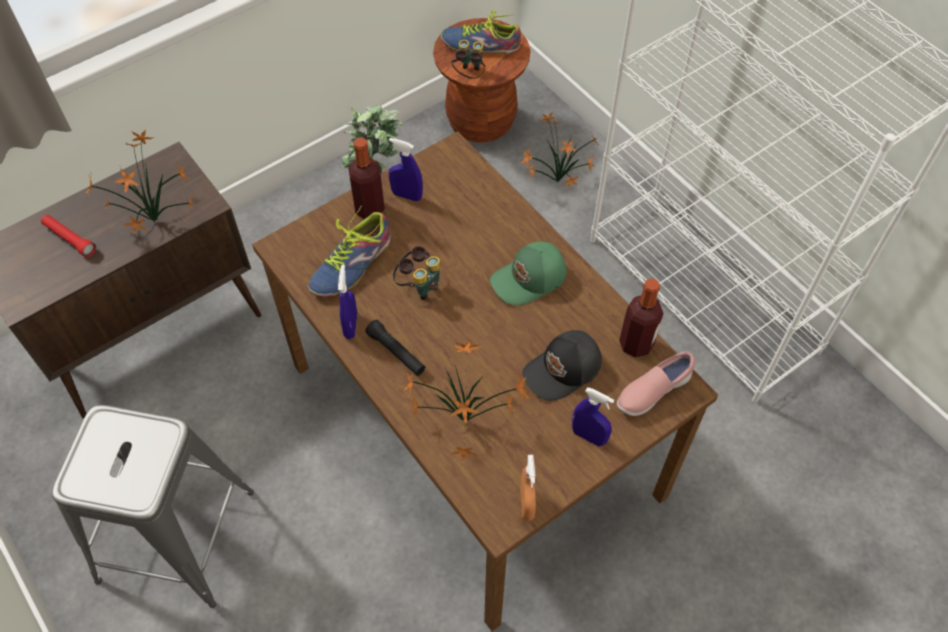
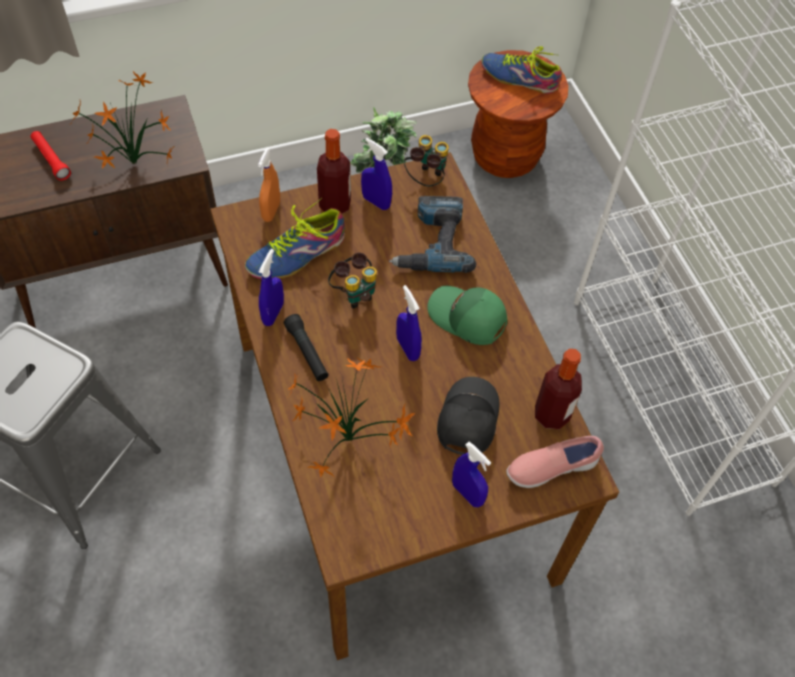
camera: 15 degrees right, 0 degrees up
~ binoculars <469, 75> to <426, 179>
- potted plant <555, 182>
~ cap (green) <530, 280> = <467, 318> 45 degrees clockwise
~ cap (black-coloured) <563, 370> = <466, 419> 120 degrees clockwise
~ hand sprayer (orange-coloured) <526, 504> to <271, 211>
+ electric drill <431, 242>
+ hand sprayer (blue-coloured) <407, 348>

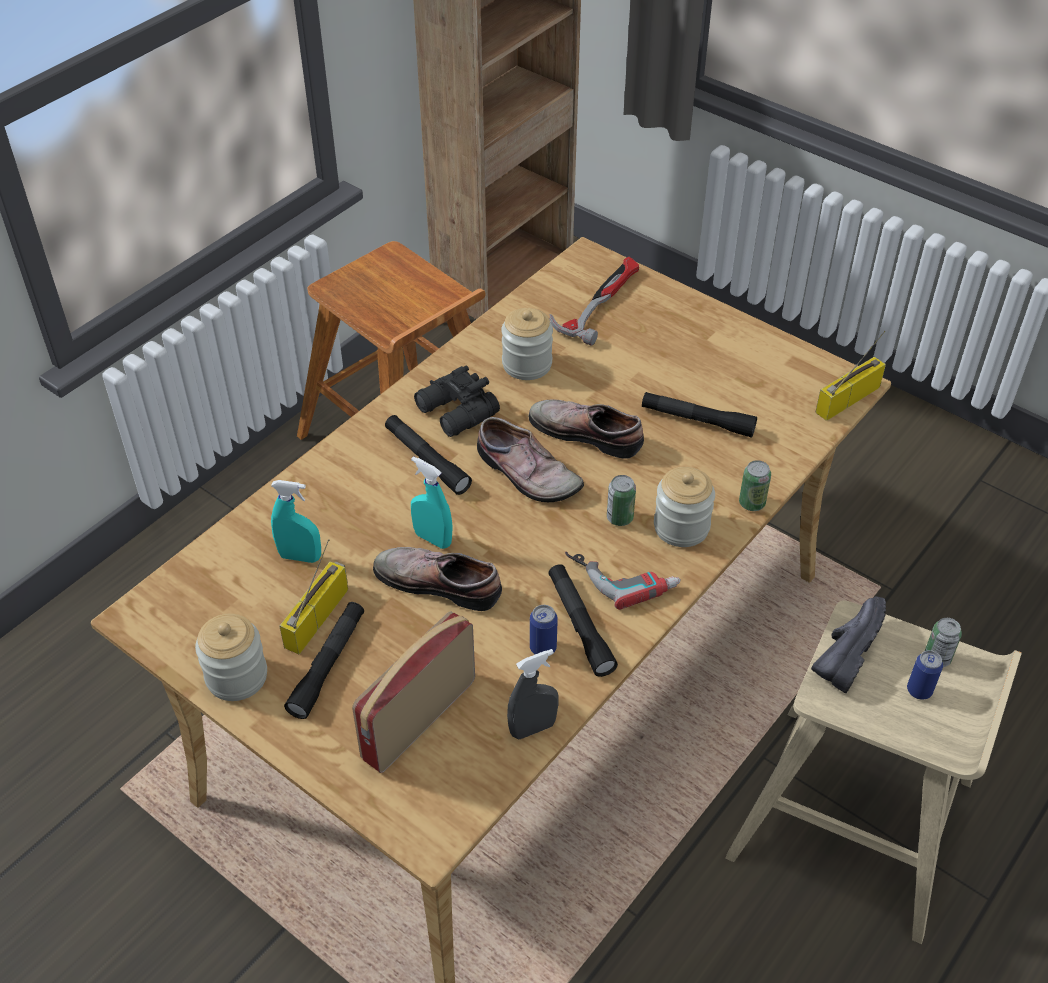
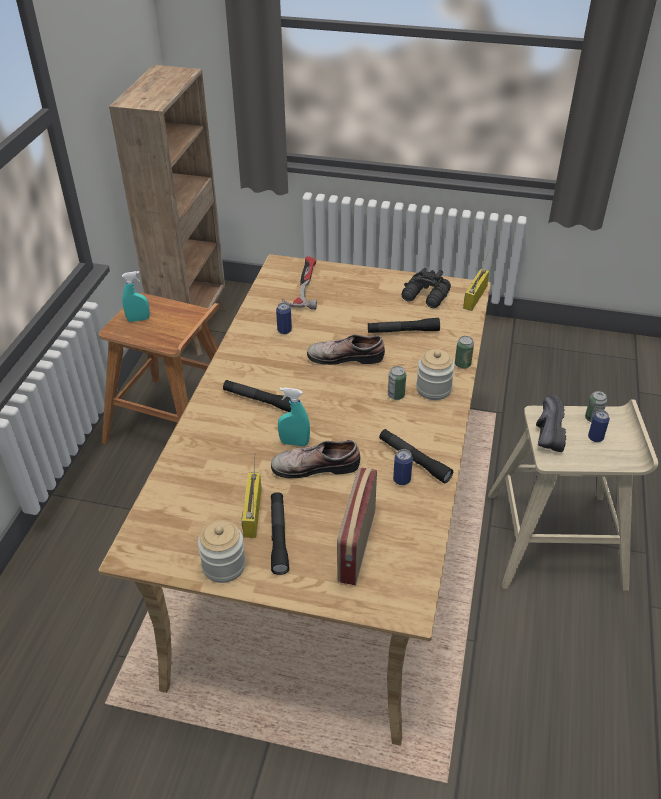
camera: 25 degrees left, 5 degrees down
~ storage jar <527, 364> to sealed can <284, 330>
~ binoculars (black-coloured) <456, 413> to <426, 297>
- item of footwear <525, 474>
~ hand sprayer (turquoise) <300, 557> to <138, 319>
- electric drill <623, 574>
- hand sprayer (gray) <532, 728>

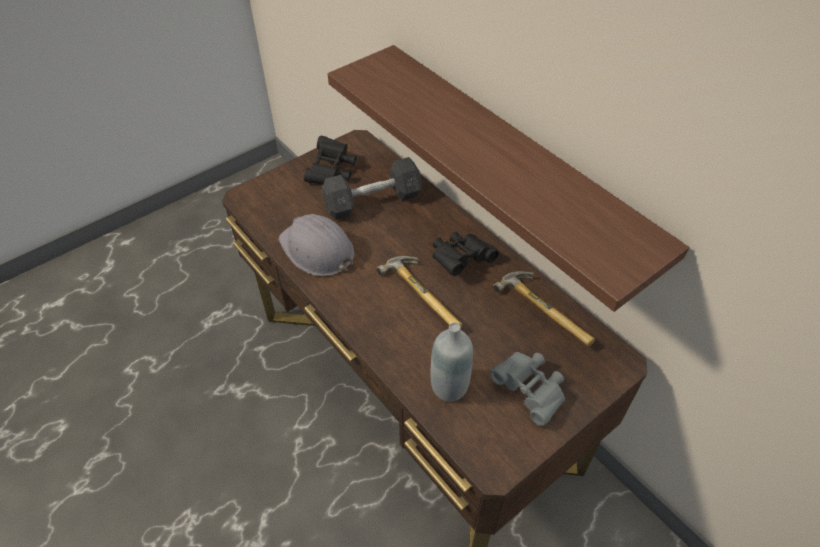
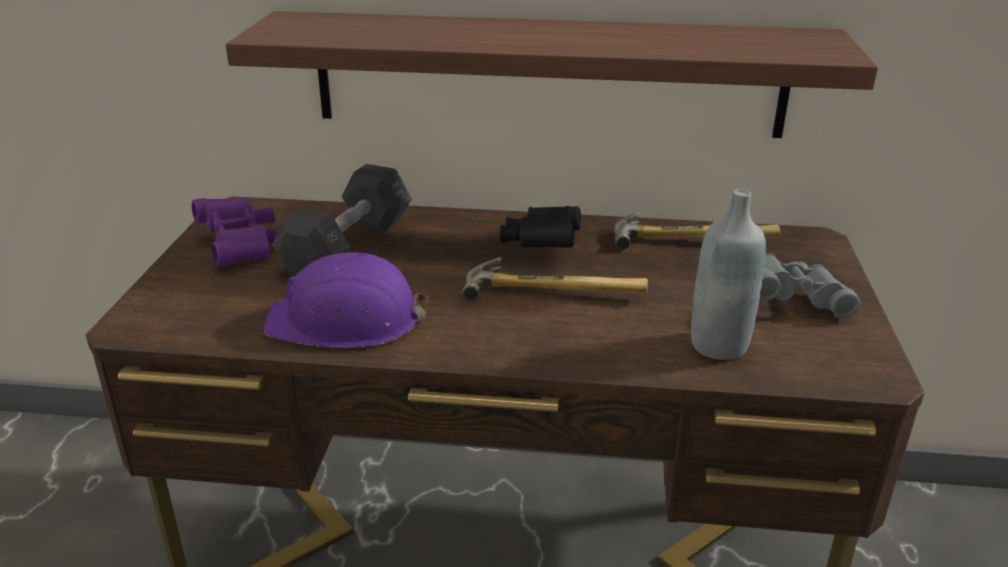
camera: 45 degrees left, 20 degrees down
~ binoculars (black-coloured) <331, 171> to binoculars (purple) <242, 246>
~ work helmet (gray) <317, 250> to work helmet (purple) <346, 321>

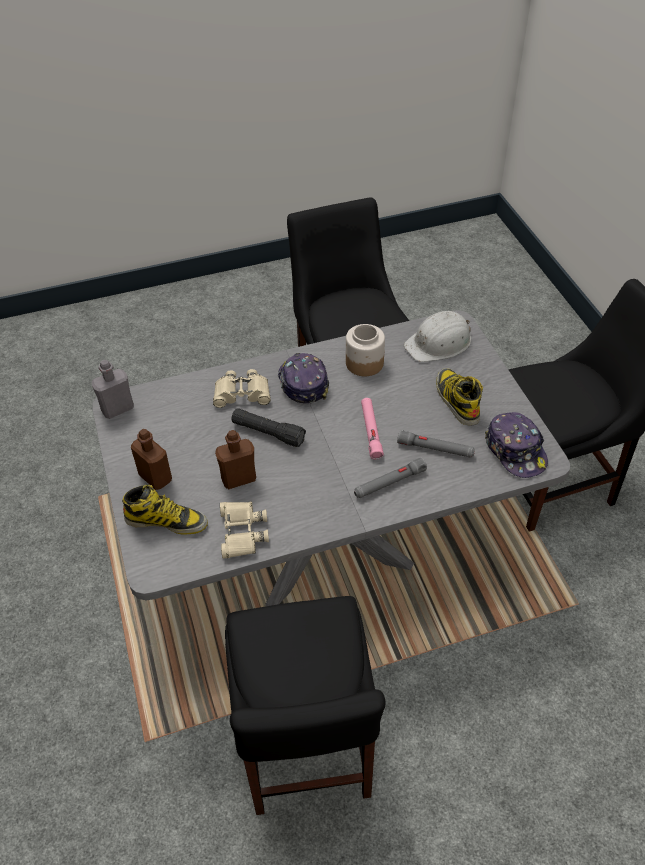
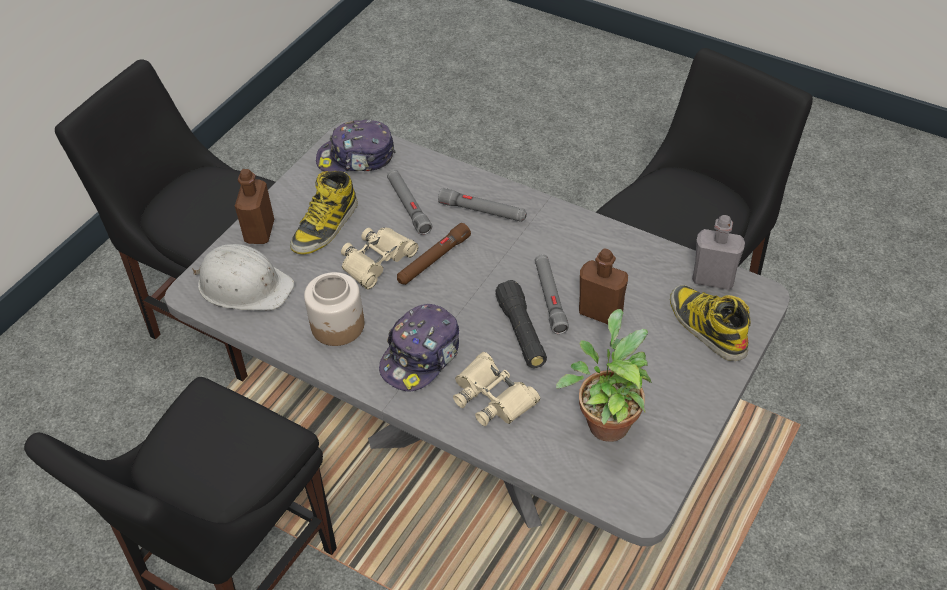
camera: 130 degrees left, 0 degrees up
~ drink bottle (gray) <118, 409> to <713, 279>
~ torch (pinkish) <371, 431> to torch (brown) <433, 260>
~ cap <515, 451> = <356, 158> 120 degrees counterclockwise
~ drink bottle (brown) <155, 477> to <259, 232>
~ binoculars (beige) <242, 532> to <377, 261>
+ torch (gray) <550, 297>
+ potted plant <606, 420>

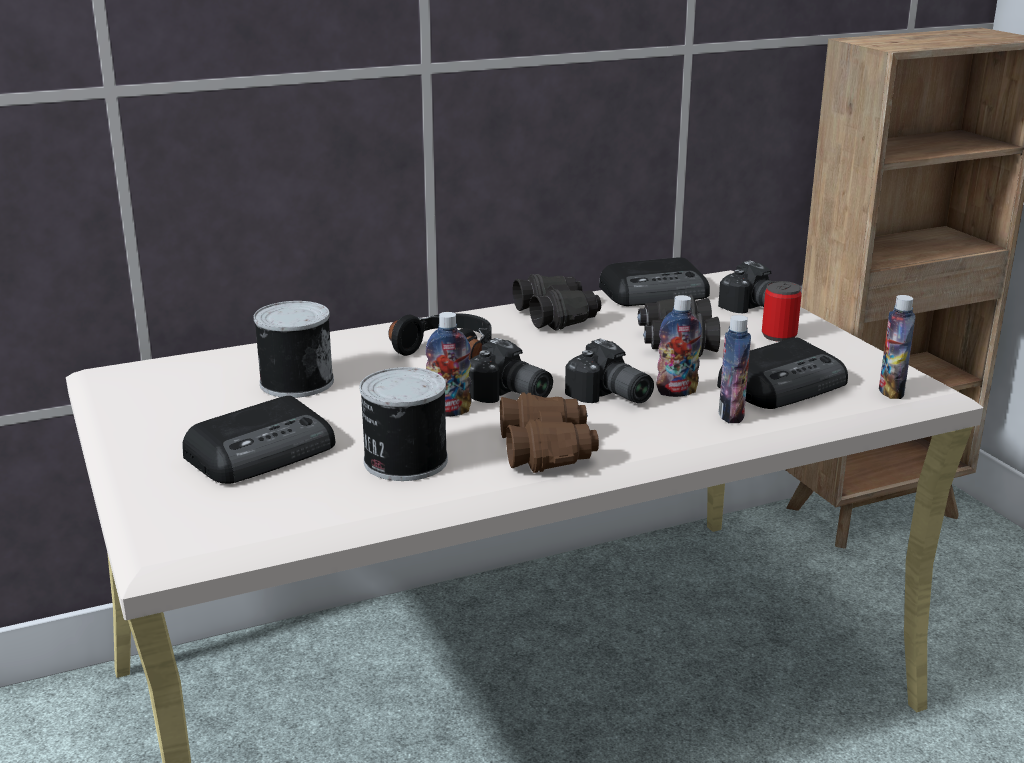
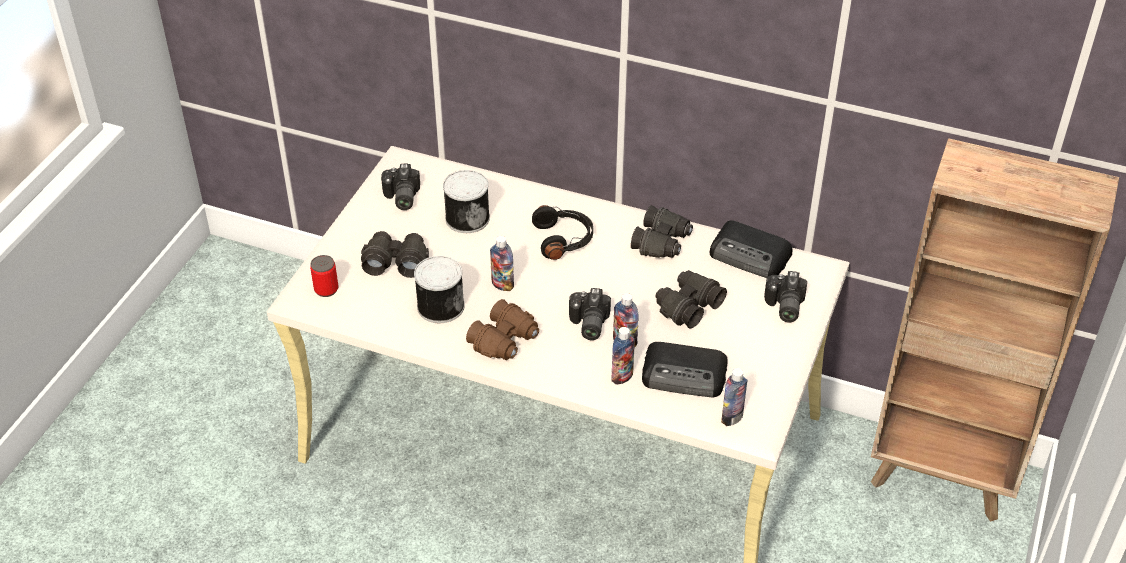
camera: 45 degrees right, 20 degrees up
~ sealed can <779, 336> to <326, 289>
~ still camera <509, 395> to <400, 198>
~ radio set <264, 452> to binoculars (black-coloured) <395, 261>

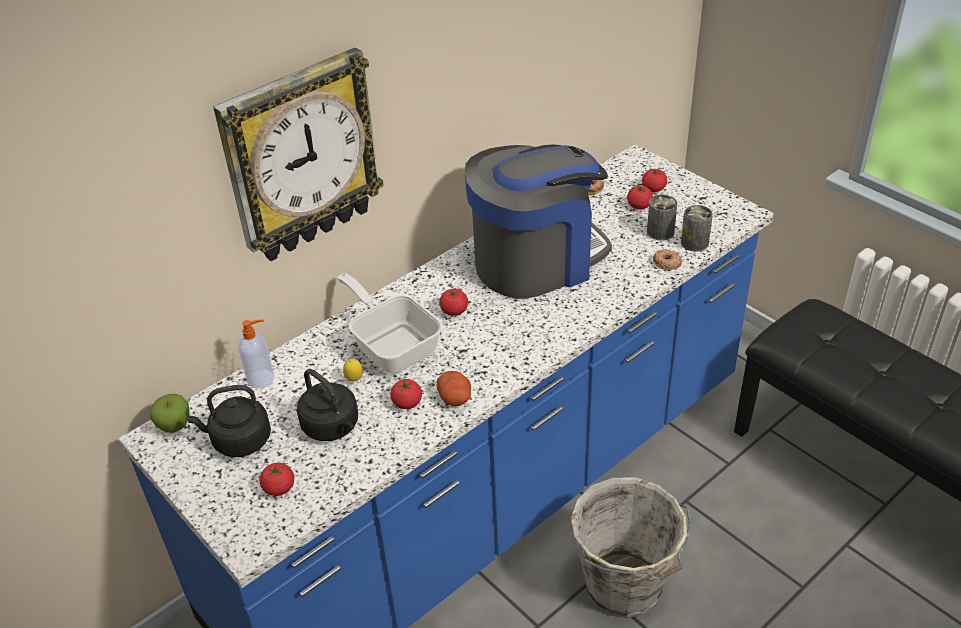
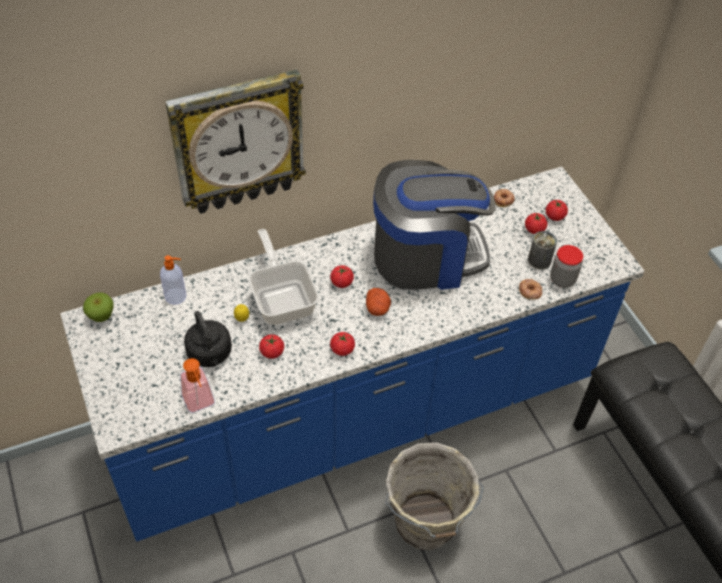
camera: 15 degrees right, 10 degrees up
~ sealed can <694, 243> to storage jar <562, 279>
~ whole potato <455, 398> to <377, 308>
- kettle (black-coloured) <239, 441>
~ whole tomato <279, 488> to <342, 349>
+ liquid soap bottle <200, 404>

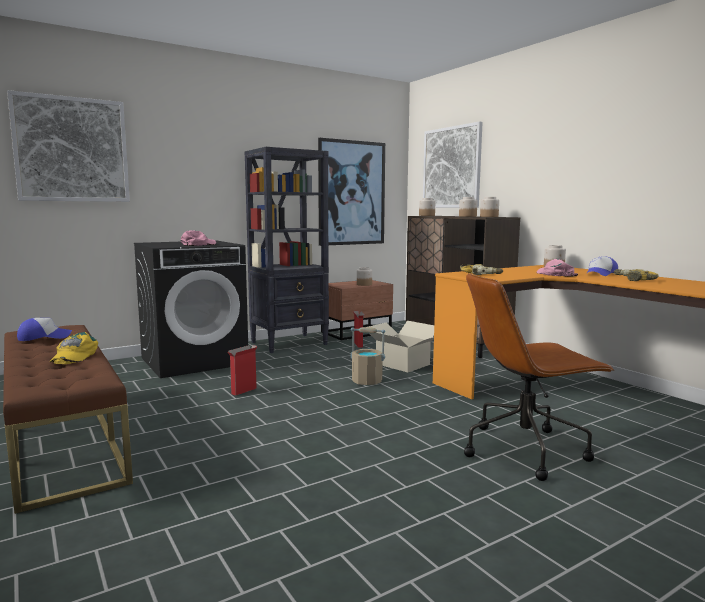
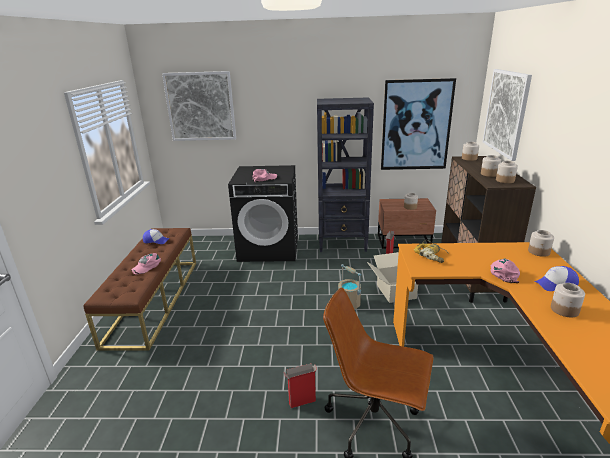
camera: 35 degrees right, 15 degrees up
~ electric drill <633, 280> to storage jar <564, 310>
~ cap (yellow-coloured) <74, 356> to cap (pinkish) <147, 266>
~ carton <243, 391> to <301, 402>

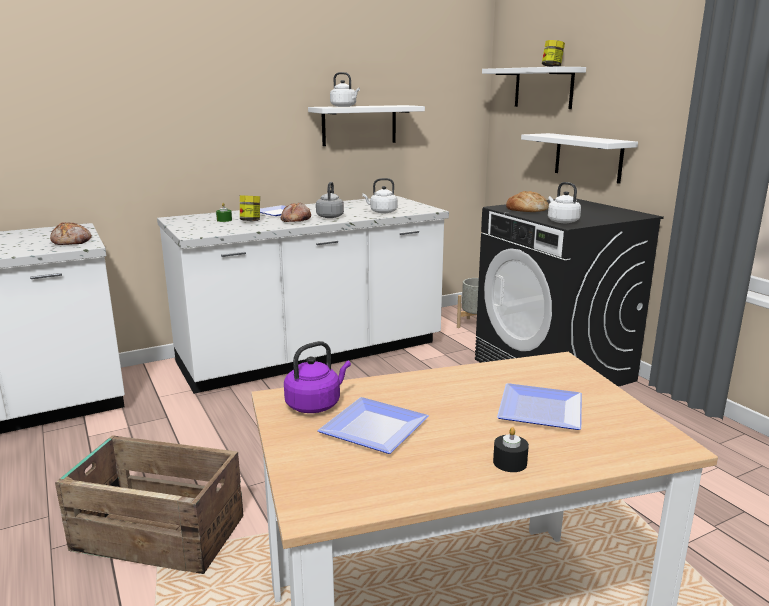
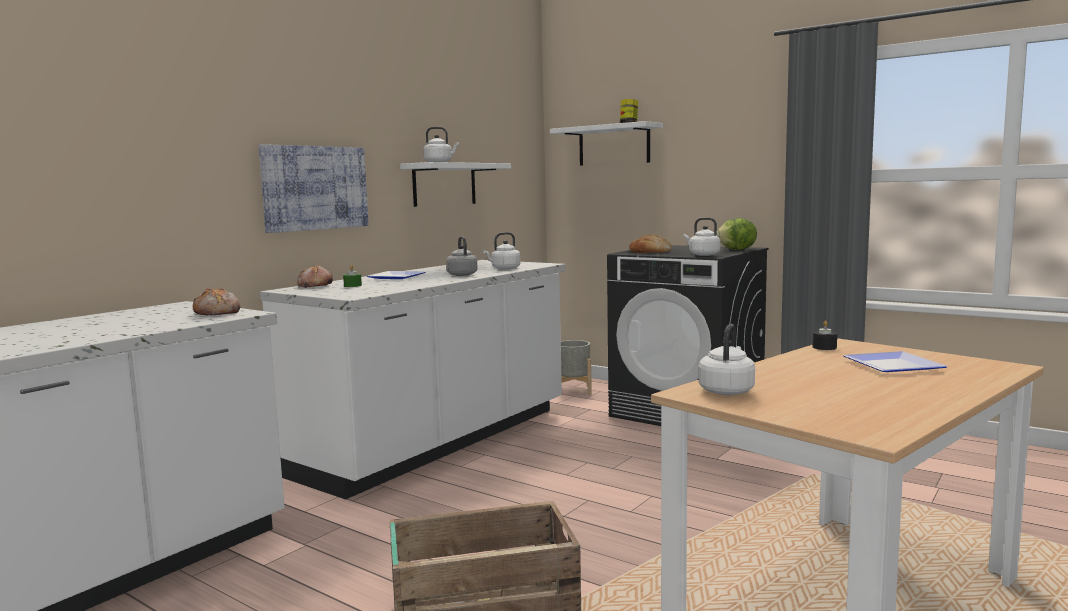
camera: 25 degrees left, 10 degrees down
- wall shelf (white) <588, 157>
- storage jar <250, 221>
~ bakery bread <295, 220> to <314, 286>
~ kettle (purple) <315, 404> to kettle (white) <727, 390>
- flat dish <375, 430>
~ wax candle (black-coloured) <510, 462> to <824, 347>
+ wall picture <315, 188>
+ lettuce head <737, 250>

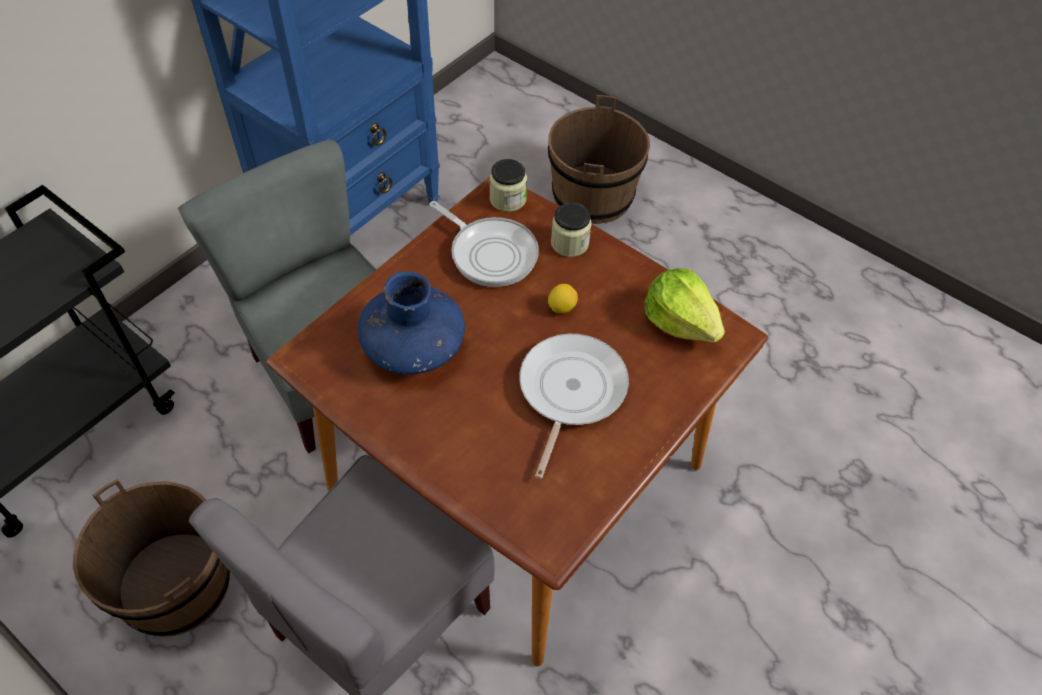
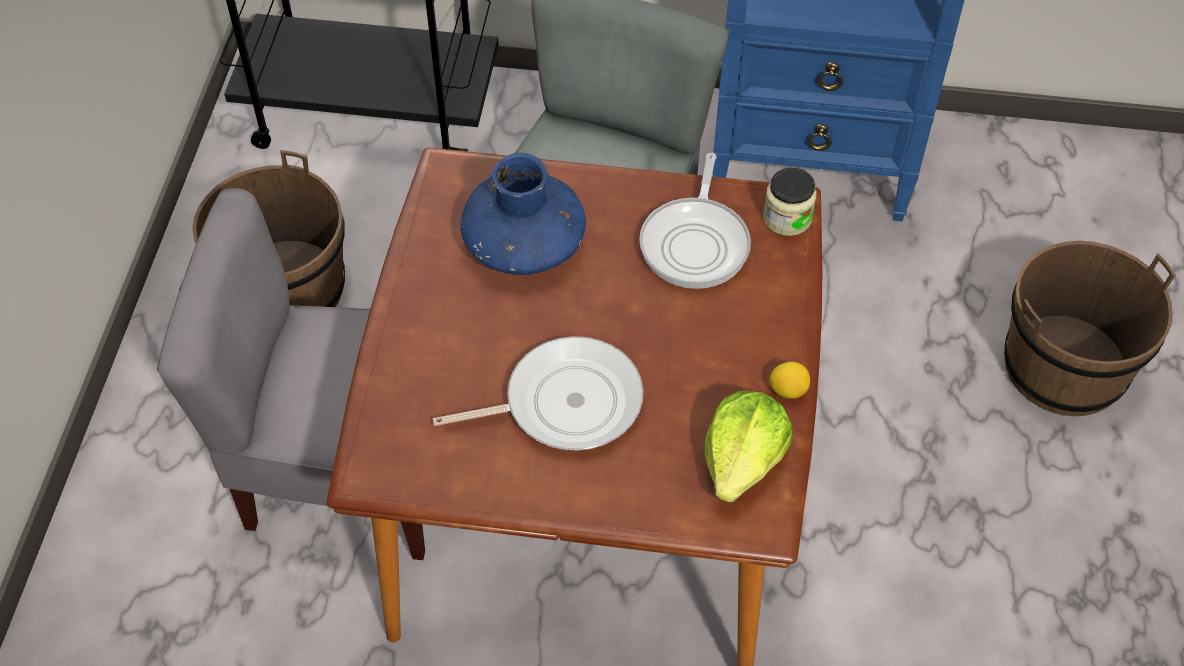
camera: 60 degrees right, 0 degrees up
- storage jar <569, 243>
~ citrus fruit <561, 307> to <788, 390>

